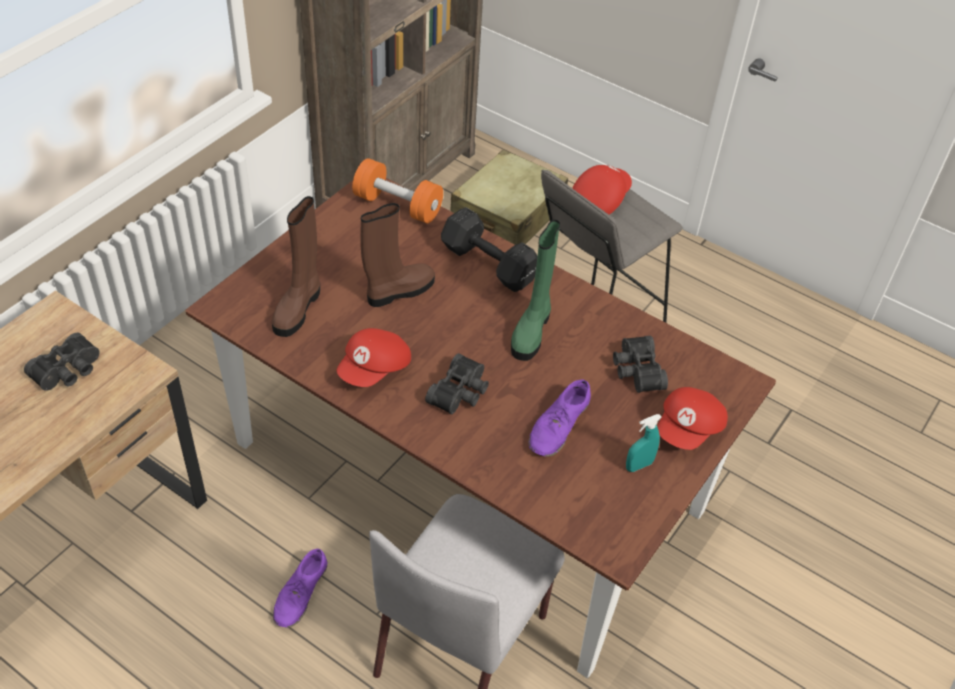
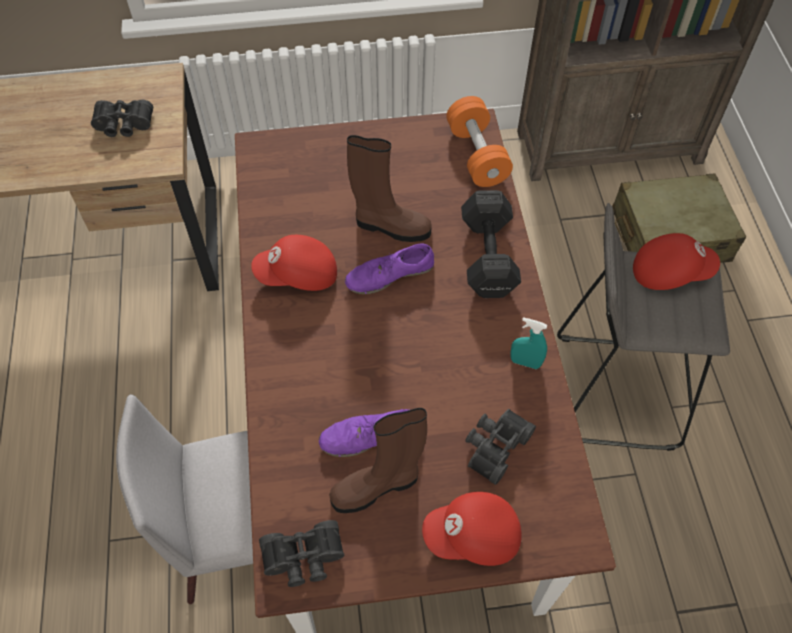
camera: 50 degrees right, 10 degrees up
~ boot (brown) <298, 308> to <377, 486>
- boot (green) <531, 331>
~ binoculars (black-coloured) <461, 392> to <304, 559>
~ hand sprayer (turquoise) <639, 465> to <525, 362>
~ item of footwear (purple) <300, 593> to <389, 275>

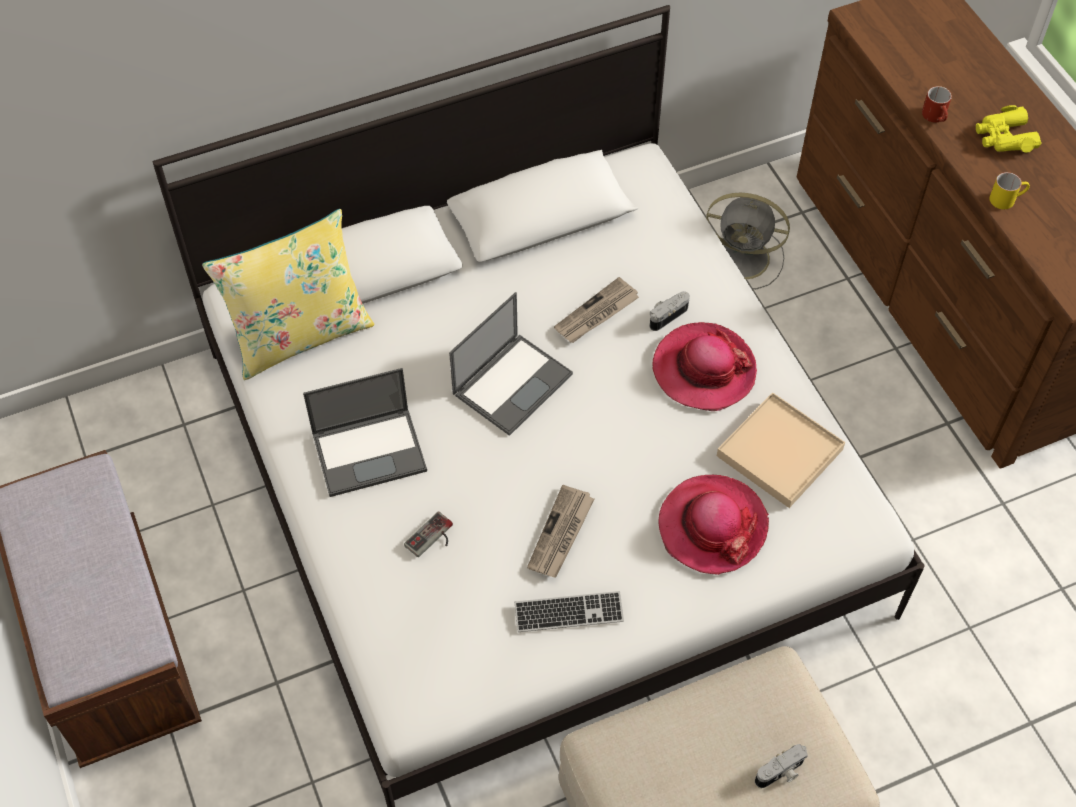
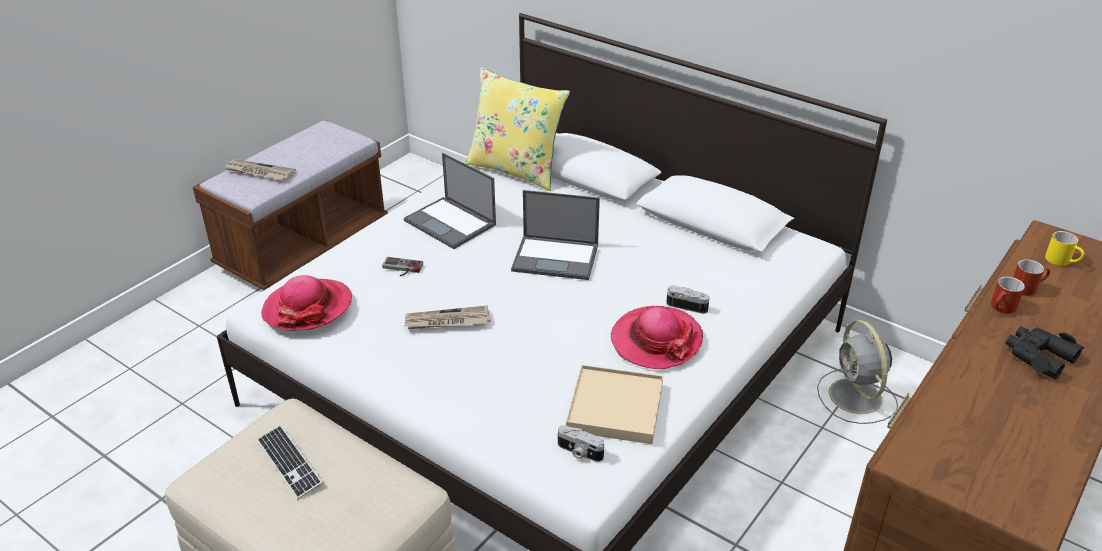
camera: 60 degrees right, 20 degrees down
~ binoculars (yellow-coloured) <1004, 137> to binoculars (black-coloured) <1038, 356>
~ tea mug (yellow-coloured) <1006, 199> to <1062, 261>
~ newspaper <596, 314> to <259, 172>
~ clothing hat <712, 526> to <308, 308>
~ keyboard <569, 613> to <289, 463>
~ still camera <781, 773> to <579, 452>
+ tea mug (red) <1027, 287>

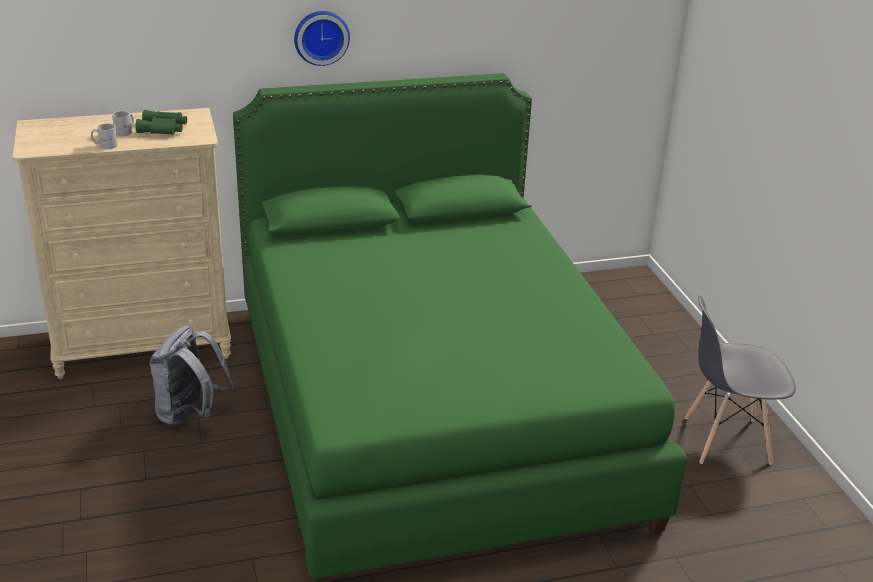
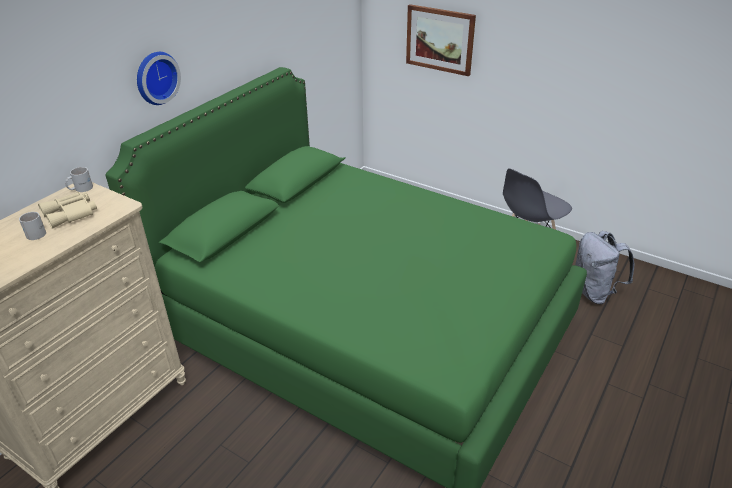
camera: 40 degrees left, 5 degrees up
~ binoculars (green) <163, 129> to binoculars (beige) <71, 214>
~ tea mug (white) <105, 145> to <80, 188>
~ backpack (gray) <190, 415> to <594, 292>
+ wall picture <440, 39>

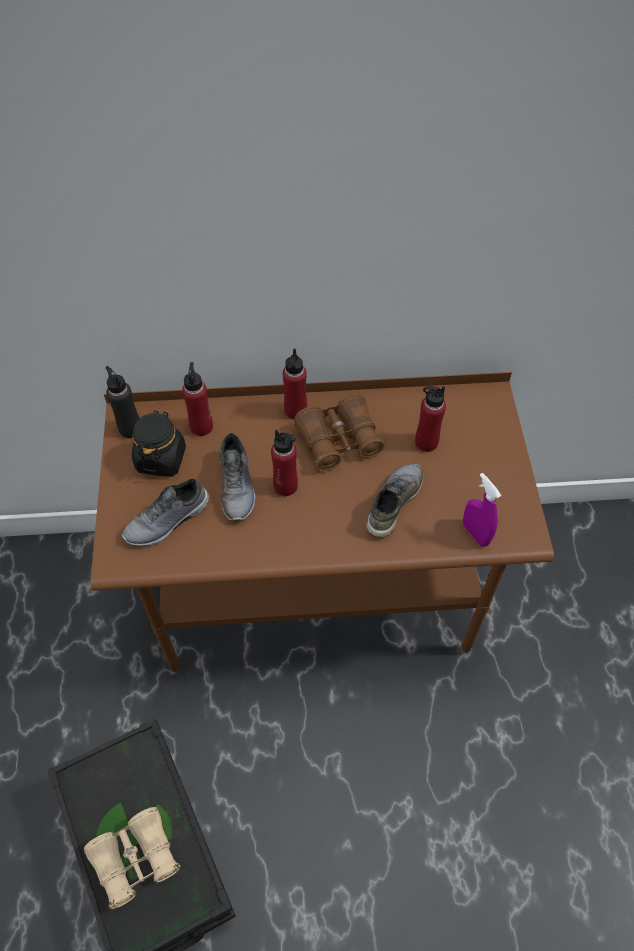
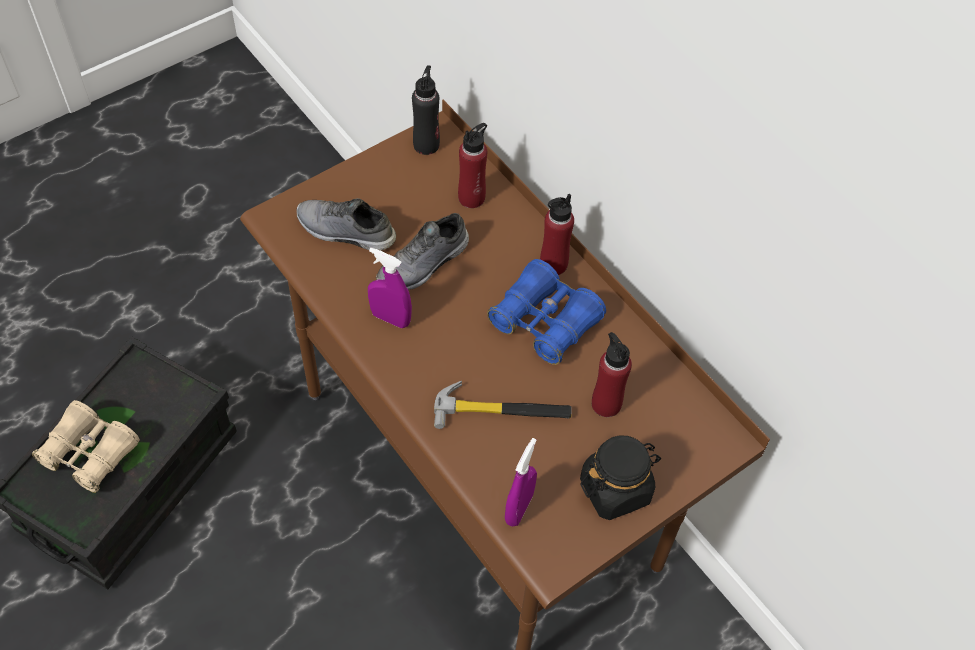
camera: 55 degrees right, 0 degrees up
~ binoculars (brown) <339, 441> to binoculars (blue-coloured) <544, 322>
~ storage jar (black-coloured) <161, 459> to <615, 489>
- drink bottle (red) <285, 486>
~ item of footwear (gray) <393, 502> to tool hammer <502, 410>
+ hand sprayer (purple) <390, 318>

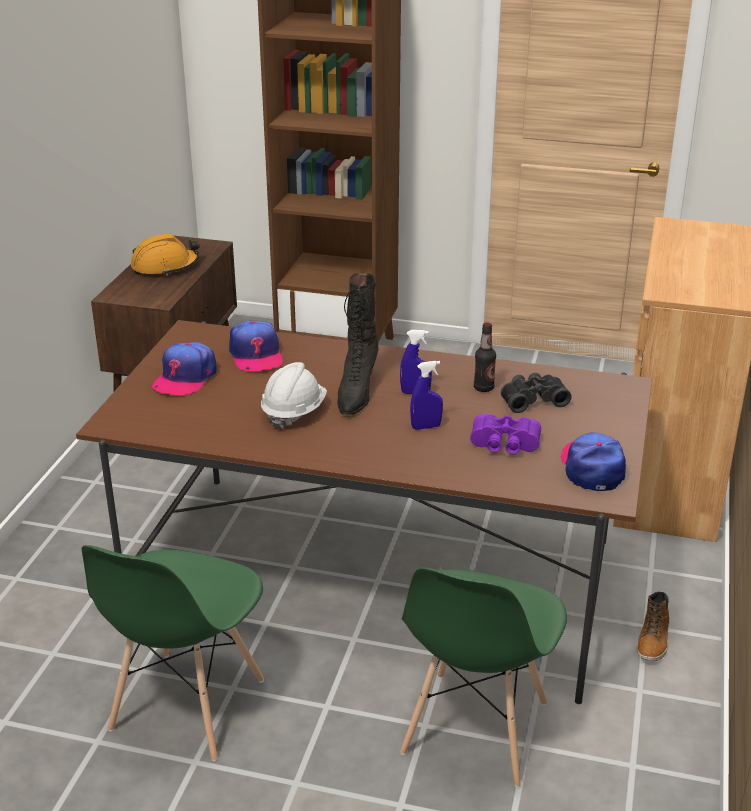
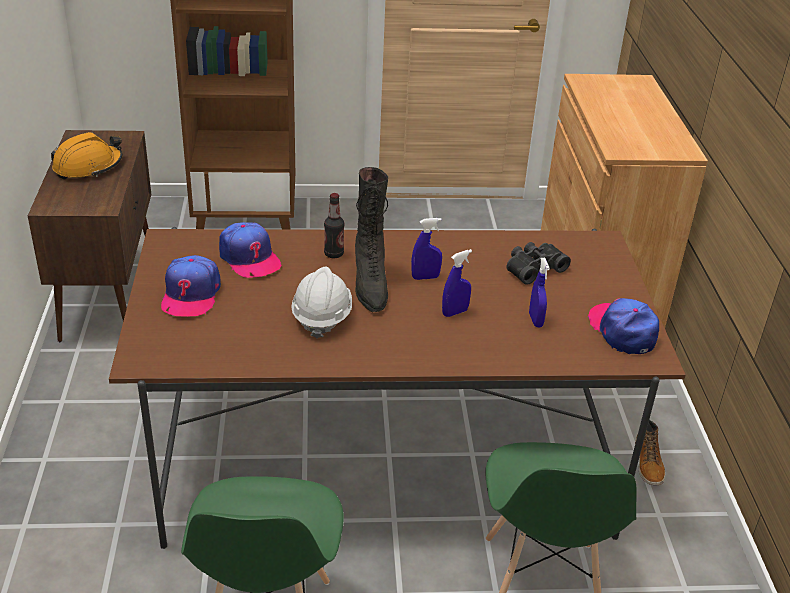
camera: 20 degrees left, 5 degrees up
~ drink bottle <483, 388> to <333, 254>
~ binoculars (purple) <504, 445> to hand sprayer (blue-coloured) <535, 320>

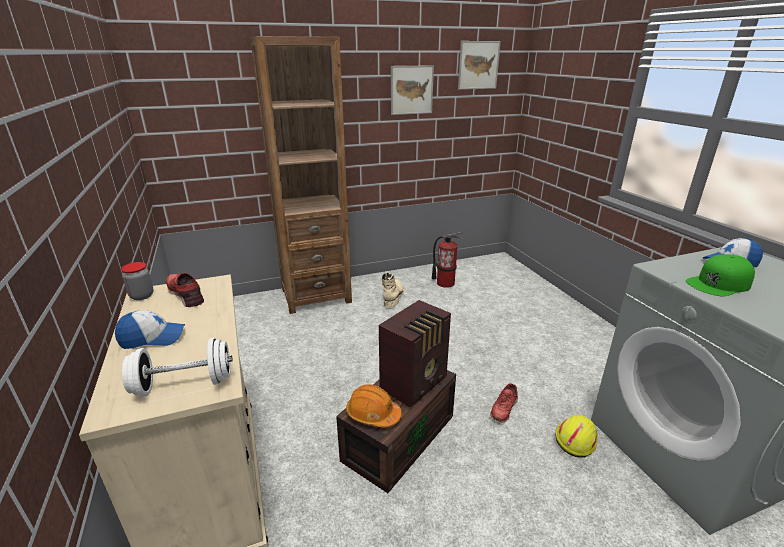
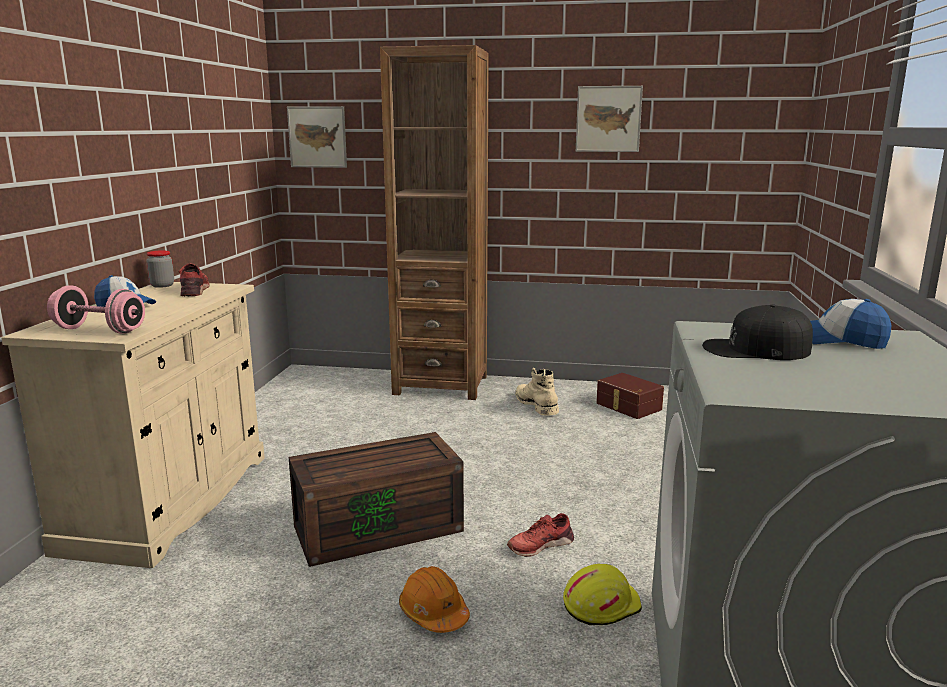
camera: 30 degrees right, 10 degrees down
~ wall picture <478, 65> to <317, 137>
~ fire-fighting cylinder <445, 283> to storage container (brown) <627, 407>
~ cap (green) <719, 283> to cap (black-coloured) <756, 349>
~ boot (beige) <393, 296> = <536, 405> 60 degrees counterclockwise
- radio set <415, 383>
~ dumbbell (white) <184, 384> to dumbbell (pinkish) <99, 330>
~ work helmet (orange-coloured) <373, 414> to <433, 613>

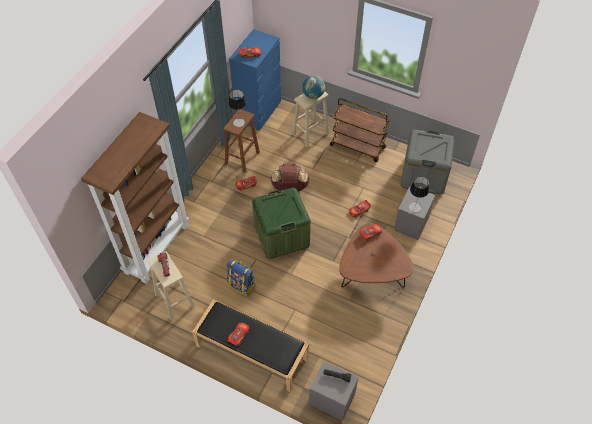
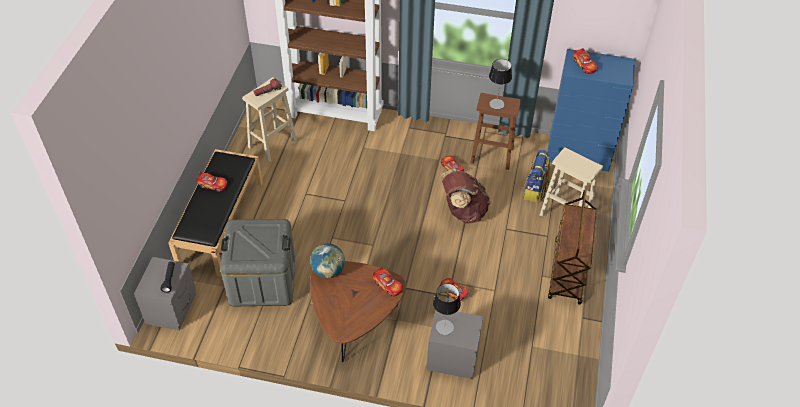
camera: 75 degrees right, 5 degrees down
~ desk globe <313, 95> to <328, 271>
~ storage container (gray) <424, 175> to <262, 281>
- storage container (green) <281, 235>
~ backpack <242, 285> to <535, 191>

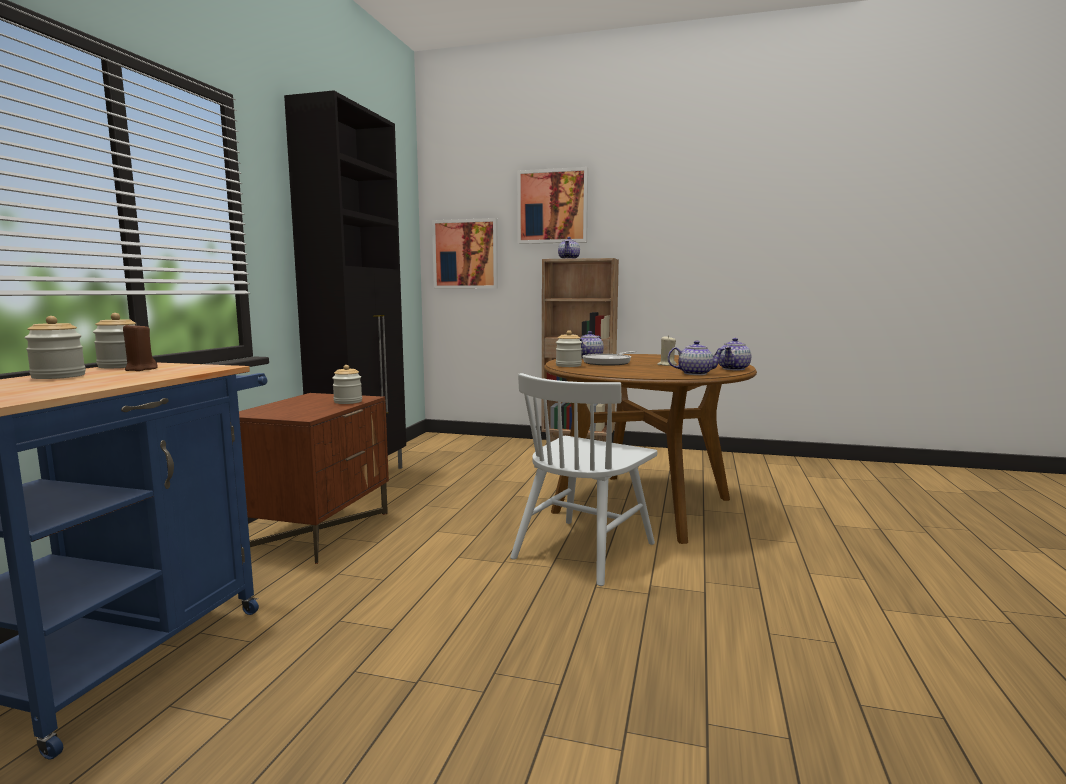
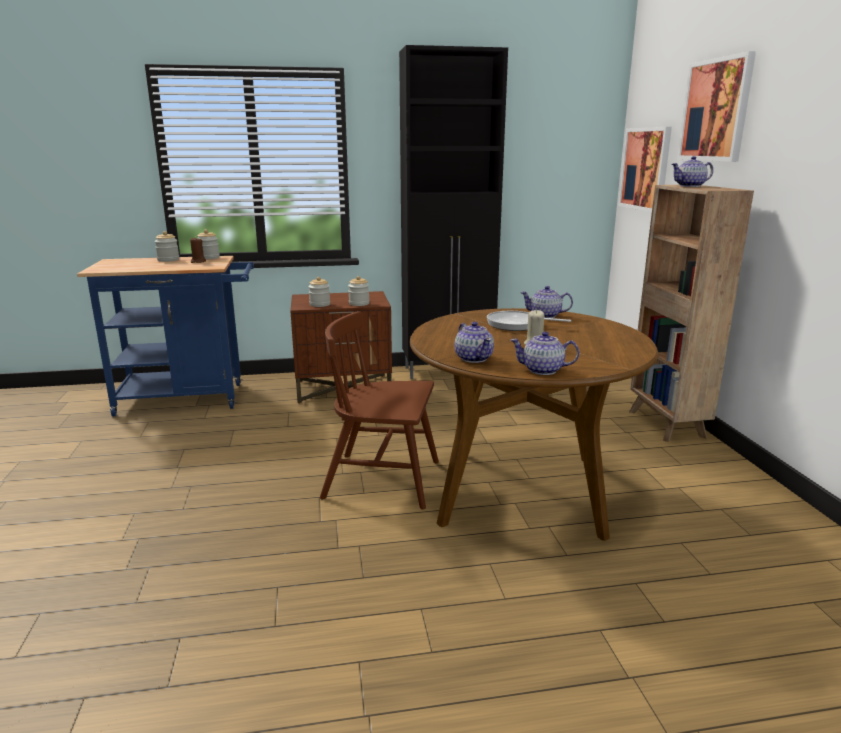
camera: 65 degrees right, 10 degrees up
~ storage jar <568, 365> to <320, 304>
~ chair (white) <584, 550> to chair (brown) <383, 480>

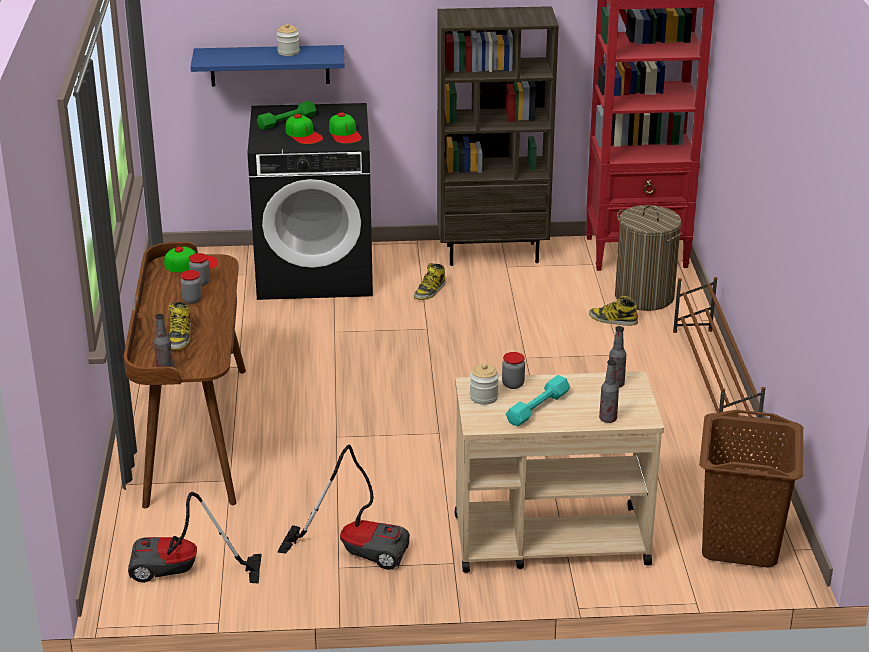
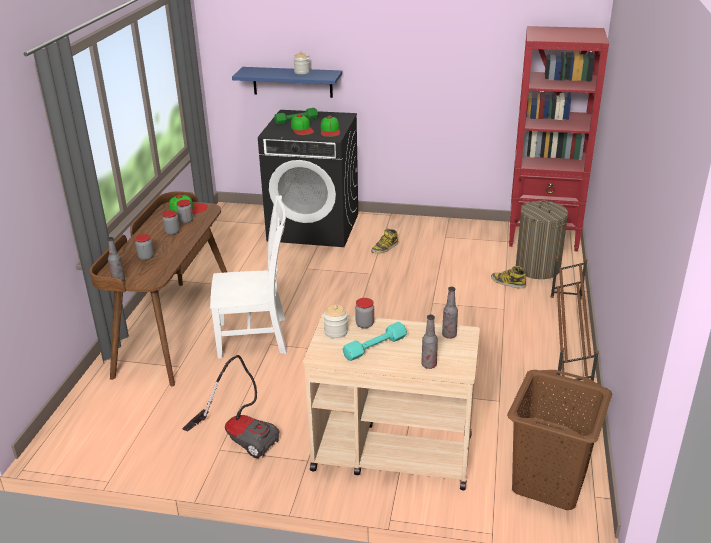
camera: 15 degrees right, 0 degrees up
- bookshelf (brown) <493, 253>
~ boot <179, 337> to storage jar <146, 257>
- vacuum <182, 573>
+ chair (white) <256, 337>

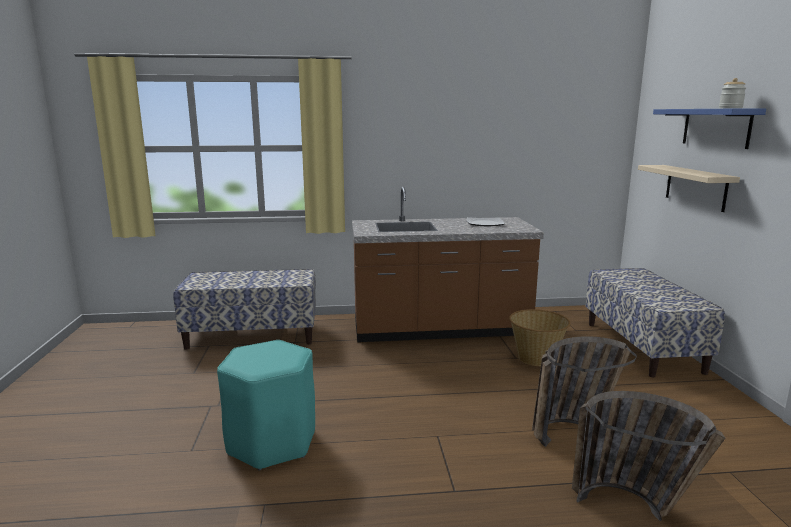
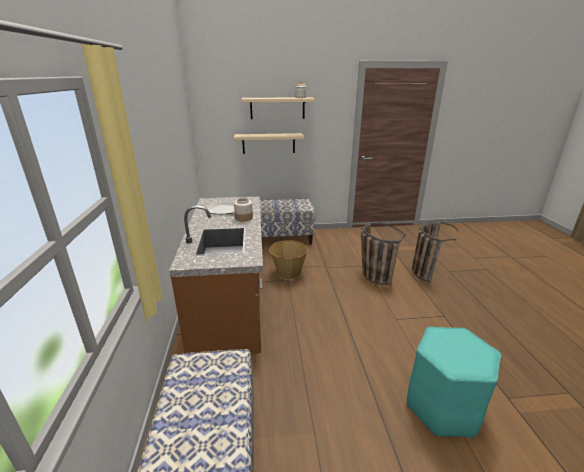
camera: 90 degrees left, 10 degrees up
~ wall shelf (blue-coloured) <716, 127> to wall shelf (beige) <277, 108>
+ storage jar <244, 218>

